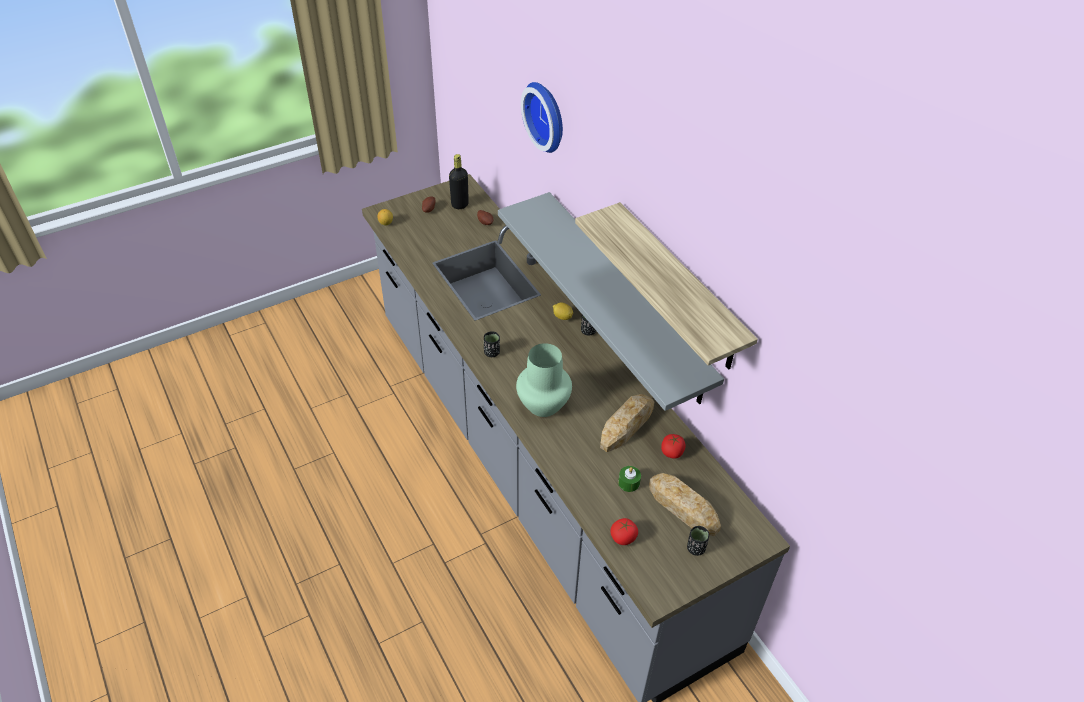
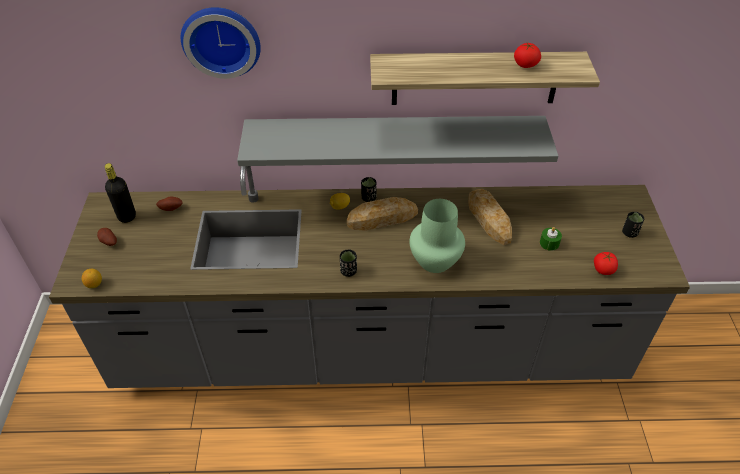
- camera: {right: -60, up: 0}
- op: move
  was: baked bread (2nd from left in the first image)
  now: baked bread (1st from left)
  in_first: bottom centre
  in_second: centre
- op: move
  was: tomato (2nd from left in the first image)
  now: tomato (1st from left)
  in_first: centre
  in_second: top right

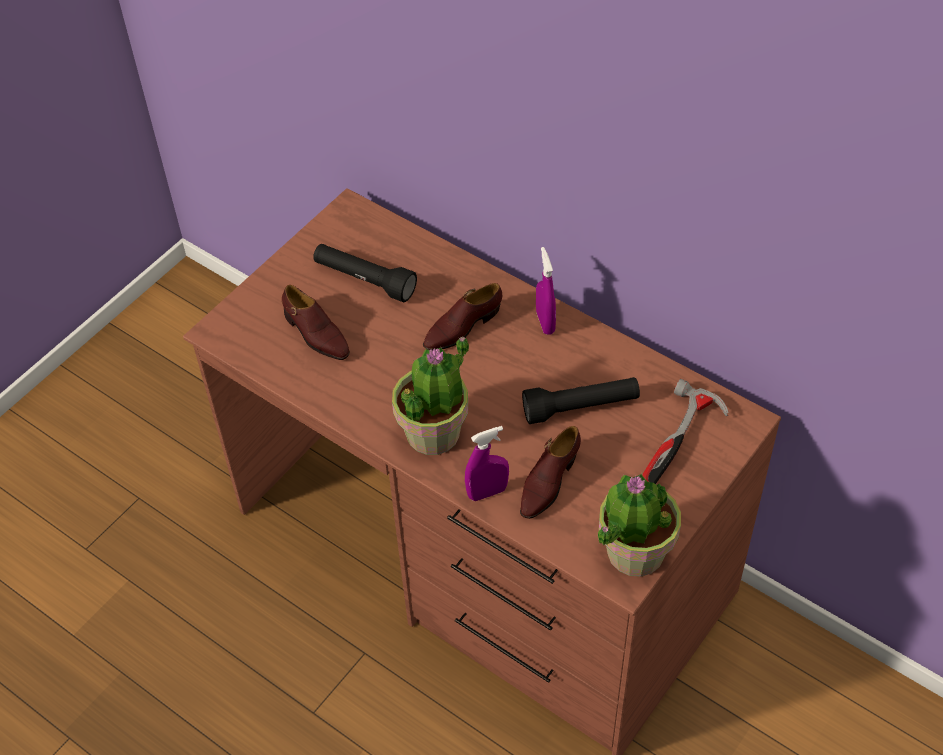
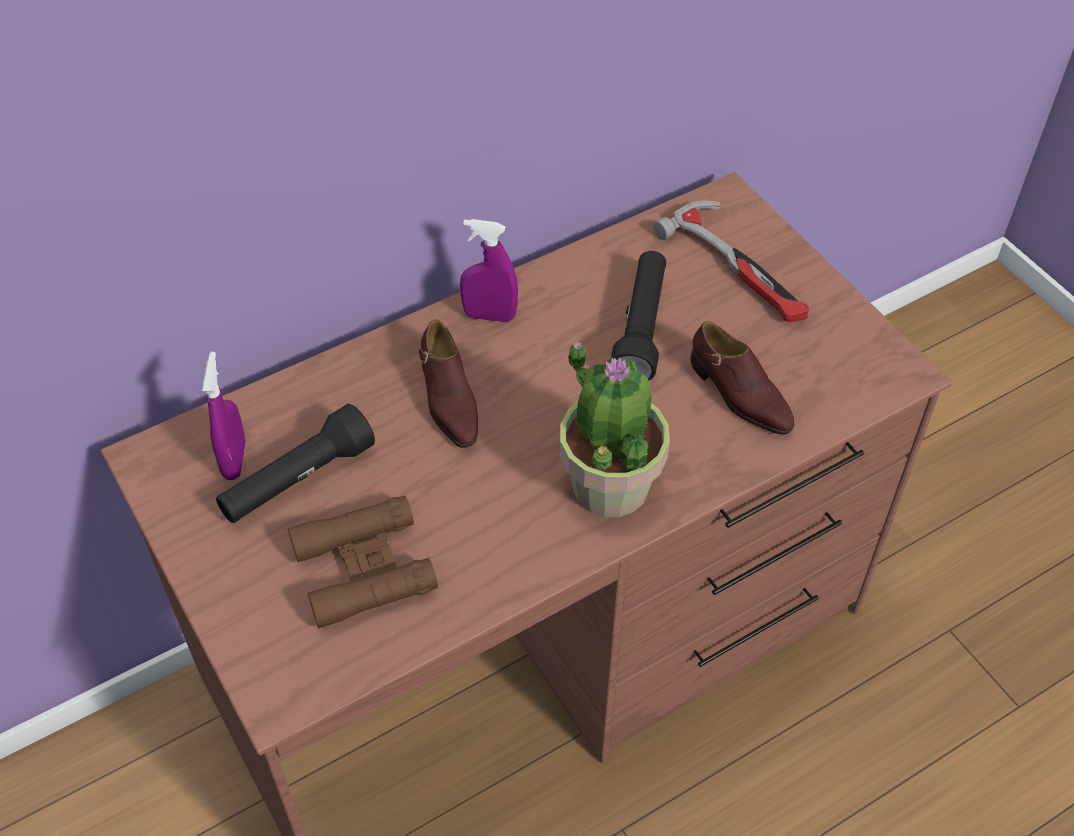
- camera: {right: -70, up: 0}
- op: replace
  was: item of footwear (brownish) (1st from left)
  now: binoculars (brownish)
  in_first: centre
  in_second: bottom centre
- op: move
  was: hand sprayer (purplish) (1st from left)
  in_first: centre
  in_second: middle left
- op: delete
  was: potted plant (2nd from left)
  in_first: bottom right

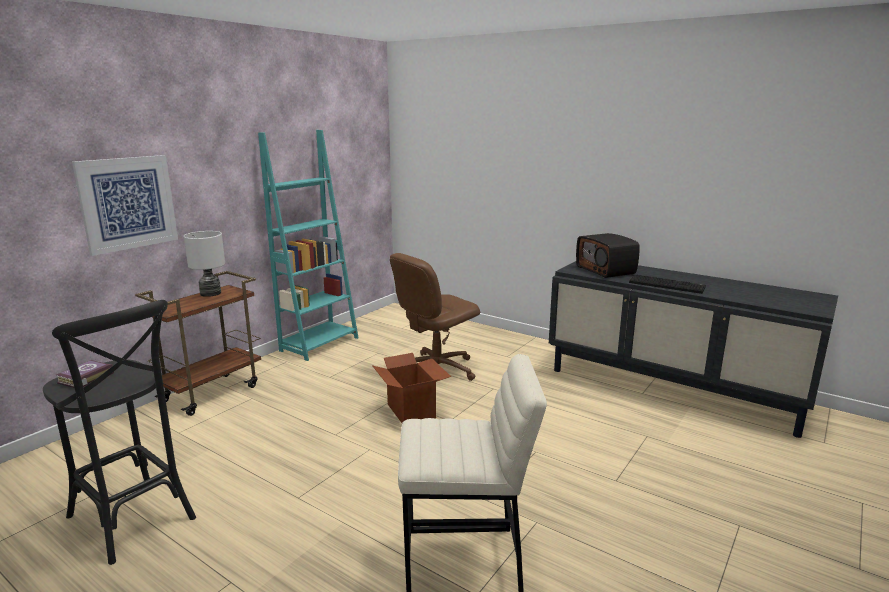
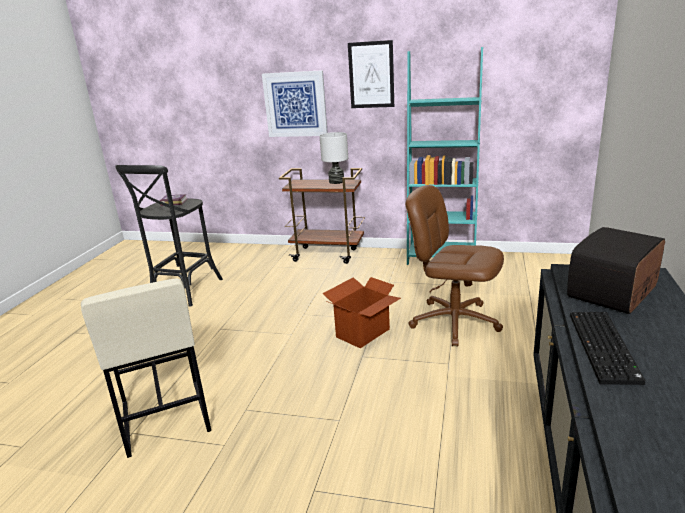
- camera: {right: 70, up: 5}
- op: insert
  now: wall picture (2nd from left)
  in_second: top centre

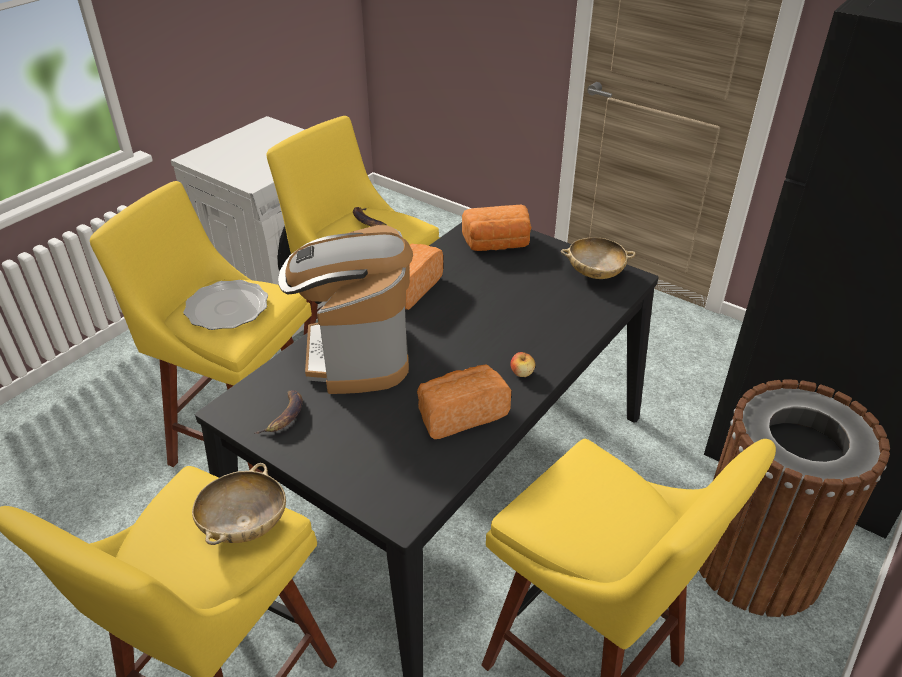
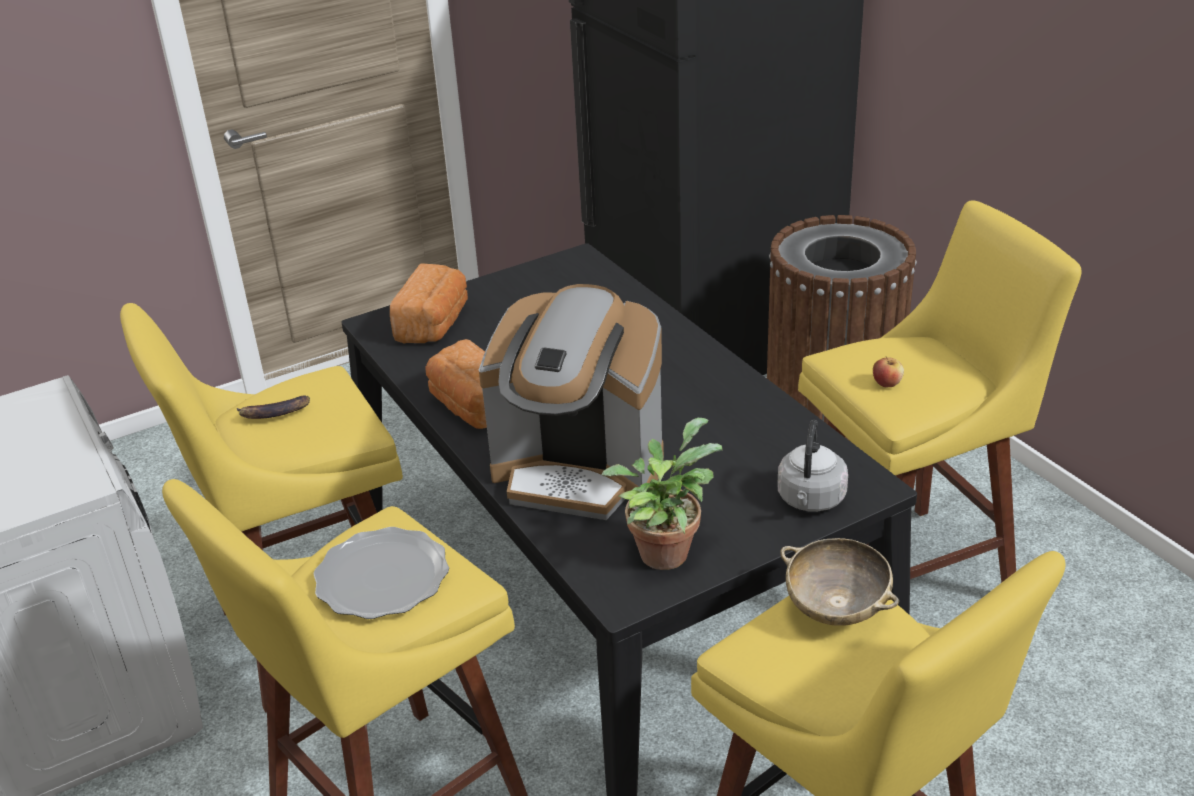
- camera: {right: -65, up: -5}
- op: replace
  was: banana fruit (1st from left)
  now: potted plant
  in_first: middle left
  in_second: centre
- op: delete
  was: baked bread (2nd from left)
  in_first: centre
- op: move
  was: apple fruit
  in_first: centre
  in_second: middle right
- op: delete
  was: bowl (sand-coloured) (2nd from left)
  in_first: centre
- op: insert
  now: water kettle (gray)
  in_second: middle right

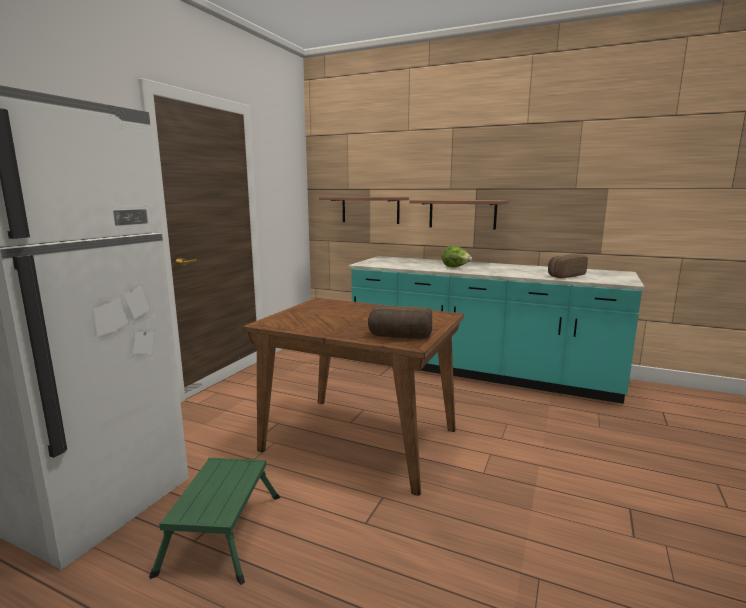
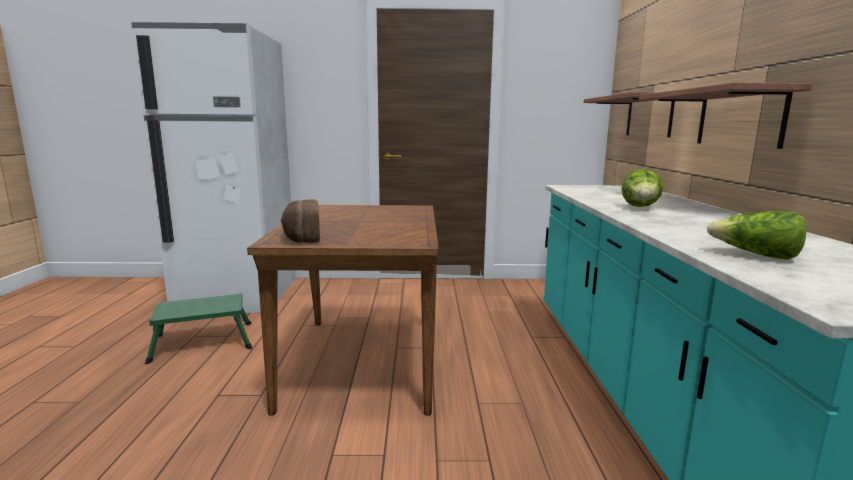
- camera: {right: 65, up: 0}
- op: replace
  was: baked bread (2nd from left)
  now: lettuce (2nd from left)
  in_first: middle right
  in_second: middle right

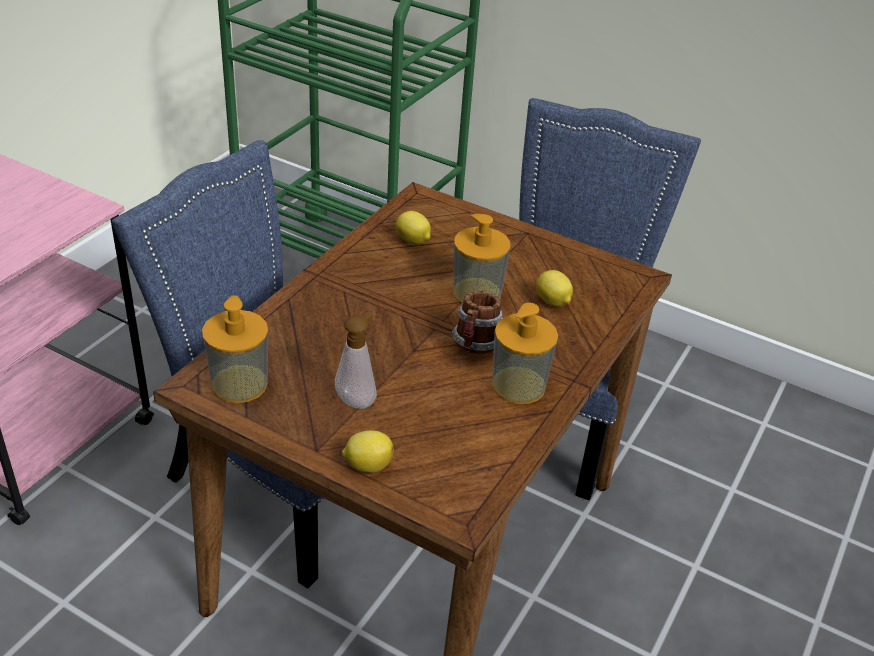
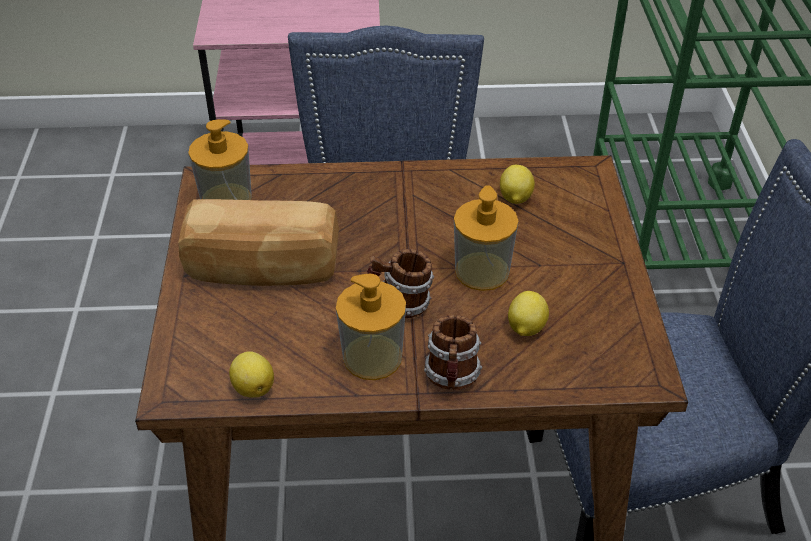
- camera: {right: 60, up: 5}
- op: replace
  was: soap dispenser (2nd from left)
  now: baked bread
  in_first: centre
  in_second: middle left
- op: move
  was: citrus fruit (1st from left)
  in_first: bottom centre
  in_second: bottom left
- op: insert
  now: tea mug (2nd from left)
  in_second: centre

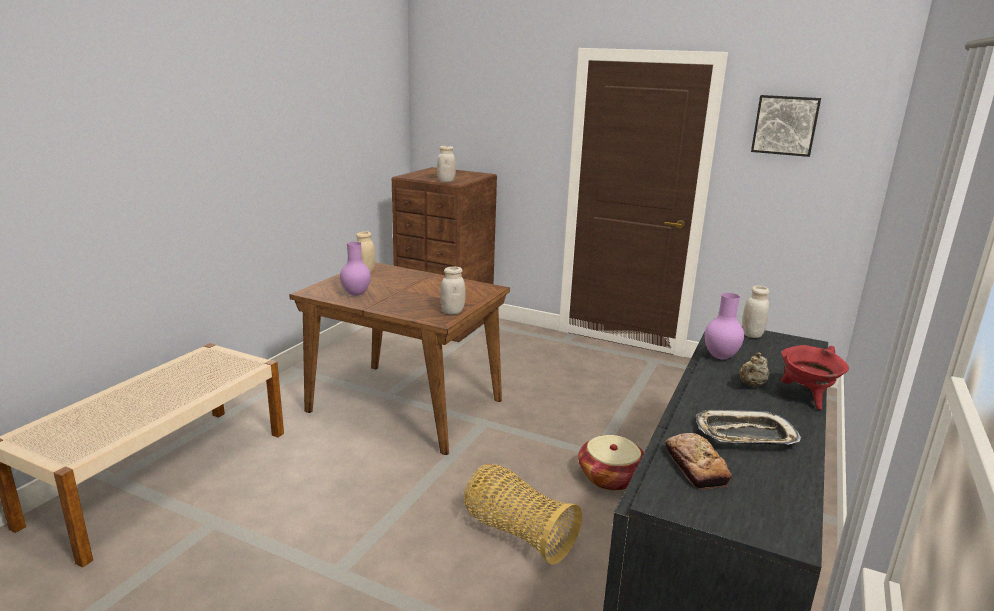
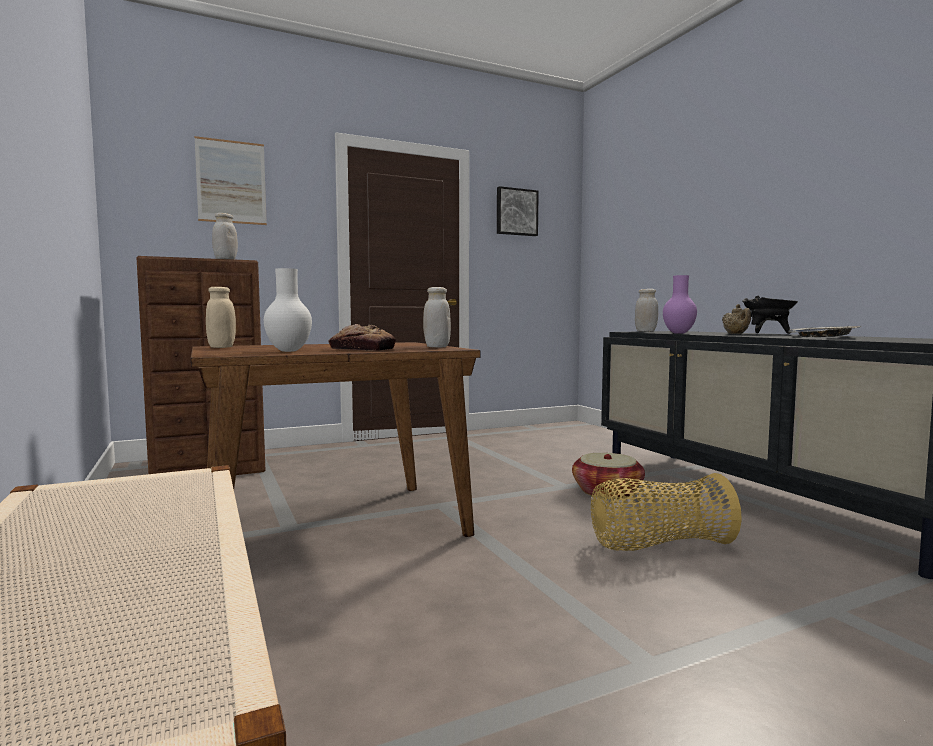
- camera: {right: -50, up: -15}
- op: recolor
  was: vase (purplish) (1st from left)
  now: vase (whitish)
  in_first: centre
  in_second: middle left
- op: move
  was: baked bread
  in_first: bottom right
  in_second: centre
- op: recolor
  was: saucepot (red-coloured)
  now: saucepot (black)
  in_first: middle right
  in_second: middle right
- op: insert
  now: wall picture (1st from left)
  in_second: top left

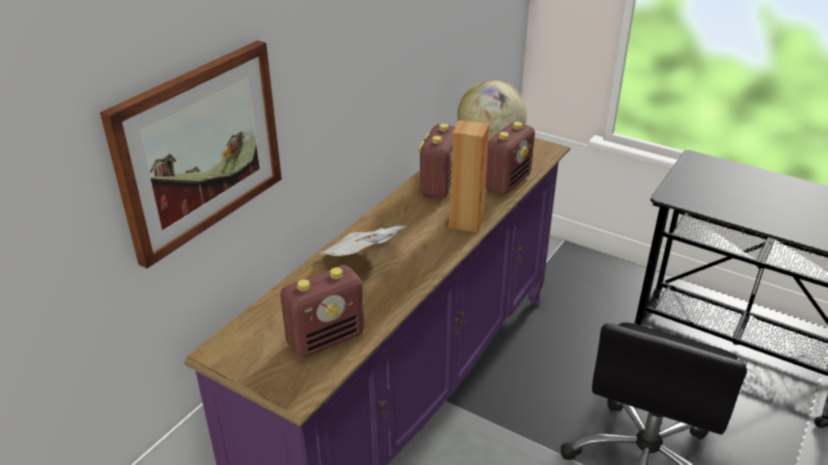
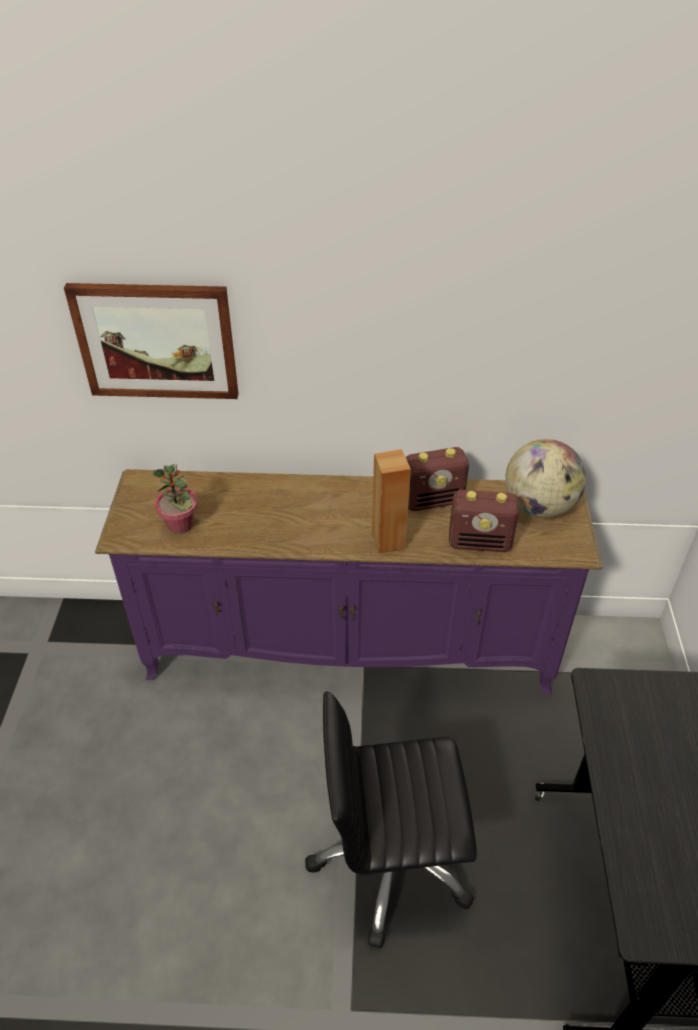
- camera: {right: 60, up: 10}
- op: replace
  was: radio set (1st from left)
  now: potted plant
  in_first: bottom centre
  in_second: middle left
- op: delete
  was: daily paper
  in_first: centre

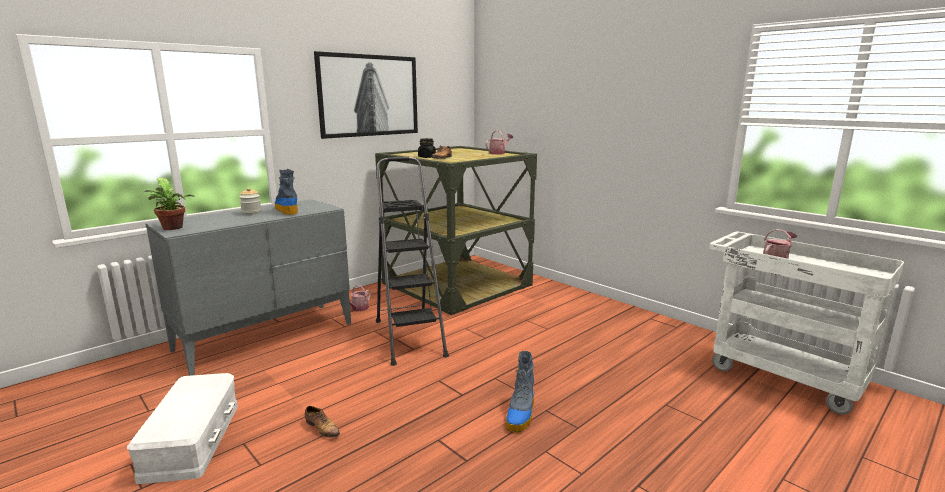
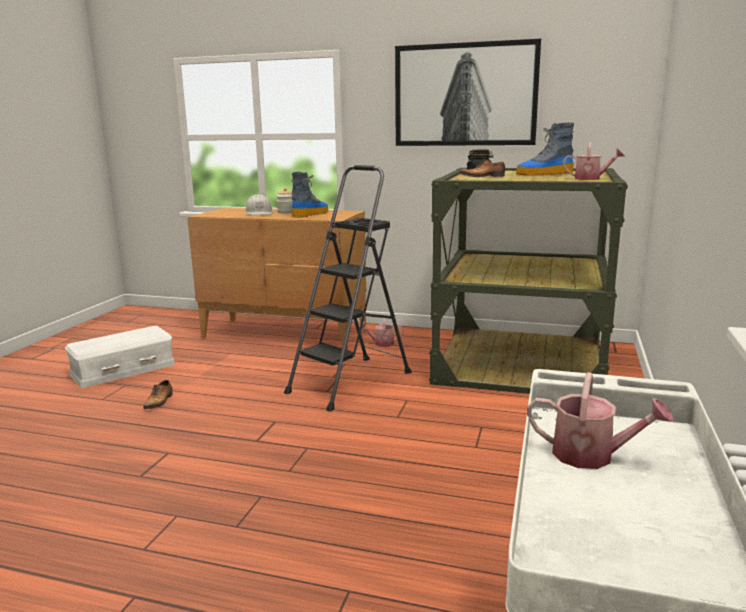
- camera: {right: 60, up: 0}
- op: delete
  was: potted plant
  in_first: middle left
- op: recolor
  was: cupboard (gray)
  now: cupboard (brownish)
  in_first: middle left
  in_second: centre
- op: move
  was: high-top boot (2nd from left)
  in_first: bottom centre
  in_second: top right
- op: insert
  now: work helmet (whitish)
  in_second: centre

